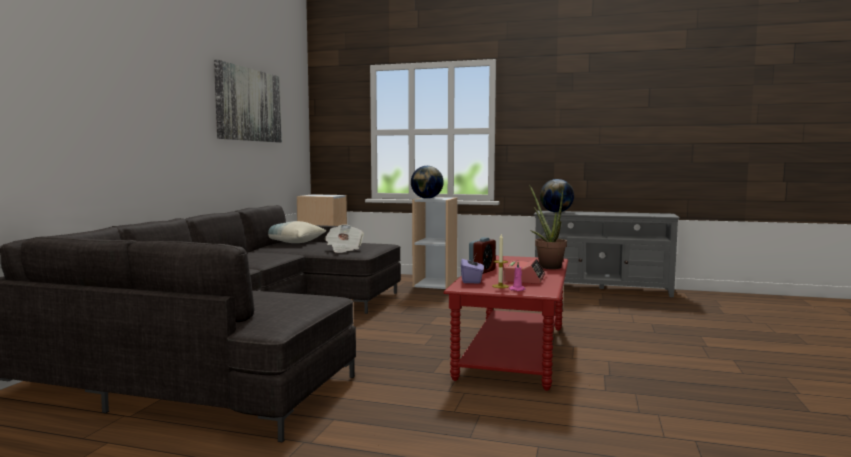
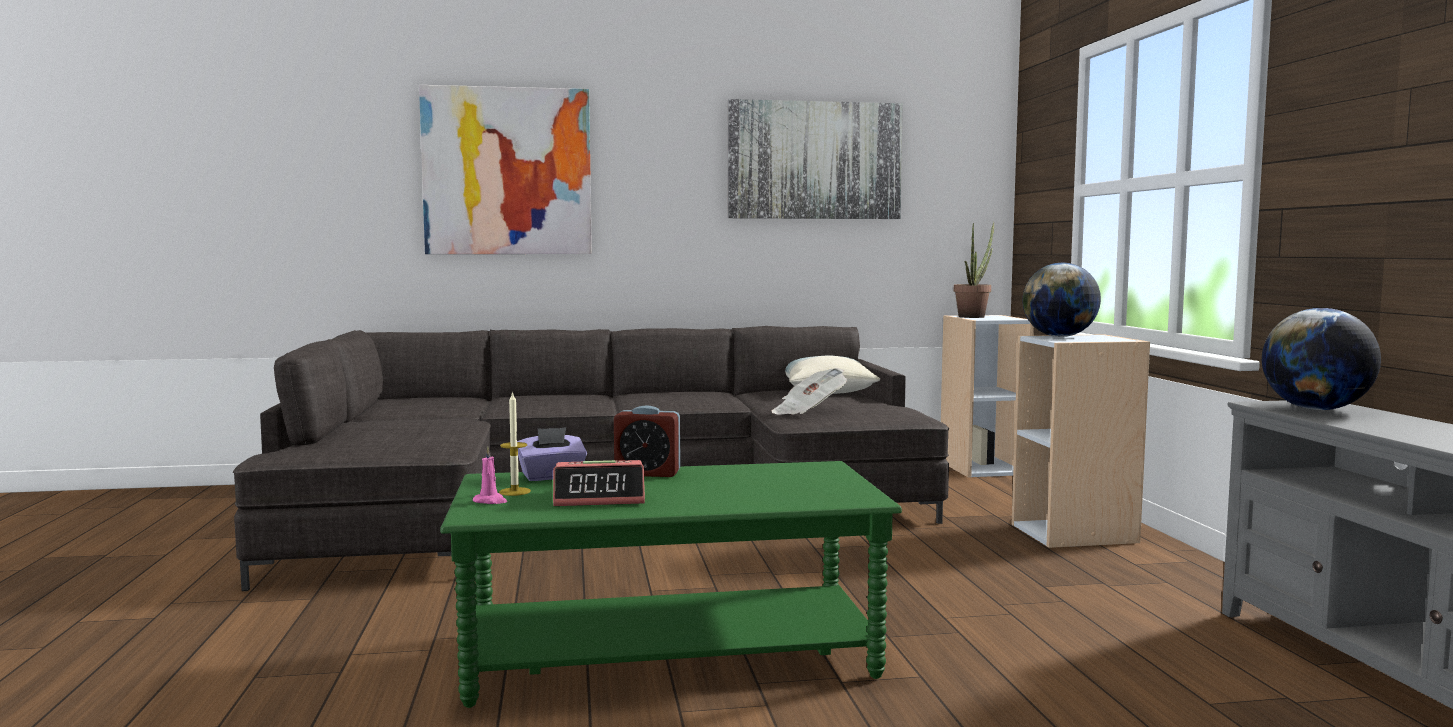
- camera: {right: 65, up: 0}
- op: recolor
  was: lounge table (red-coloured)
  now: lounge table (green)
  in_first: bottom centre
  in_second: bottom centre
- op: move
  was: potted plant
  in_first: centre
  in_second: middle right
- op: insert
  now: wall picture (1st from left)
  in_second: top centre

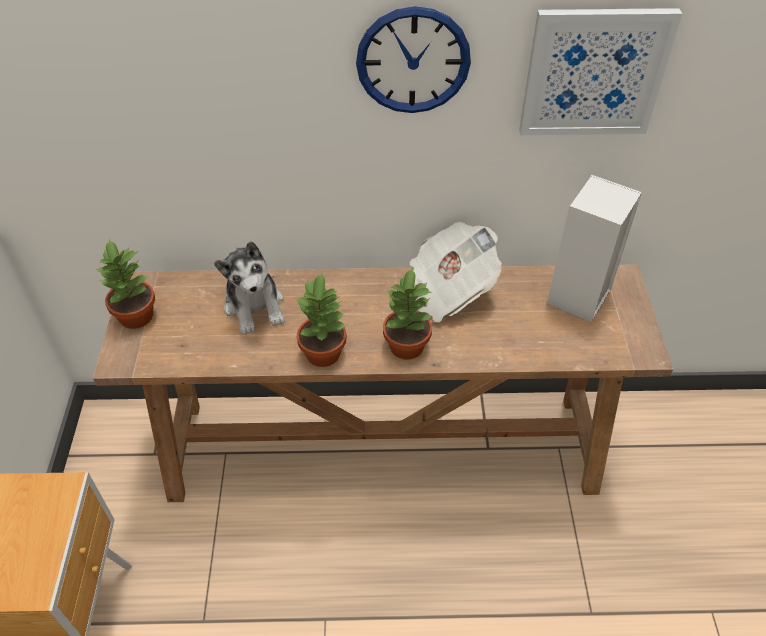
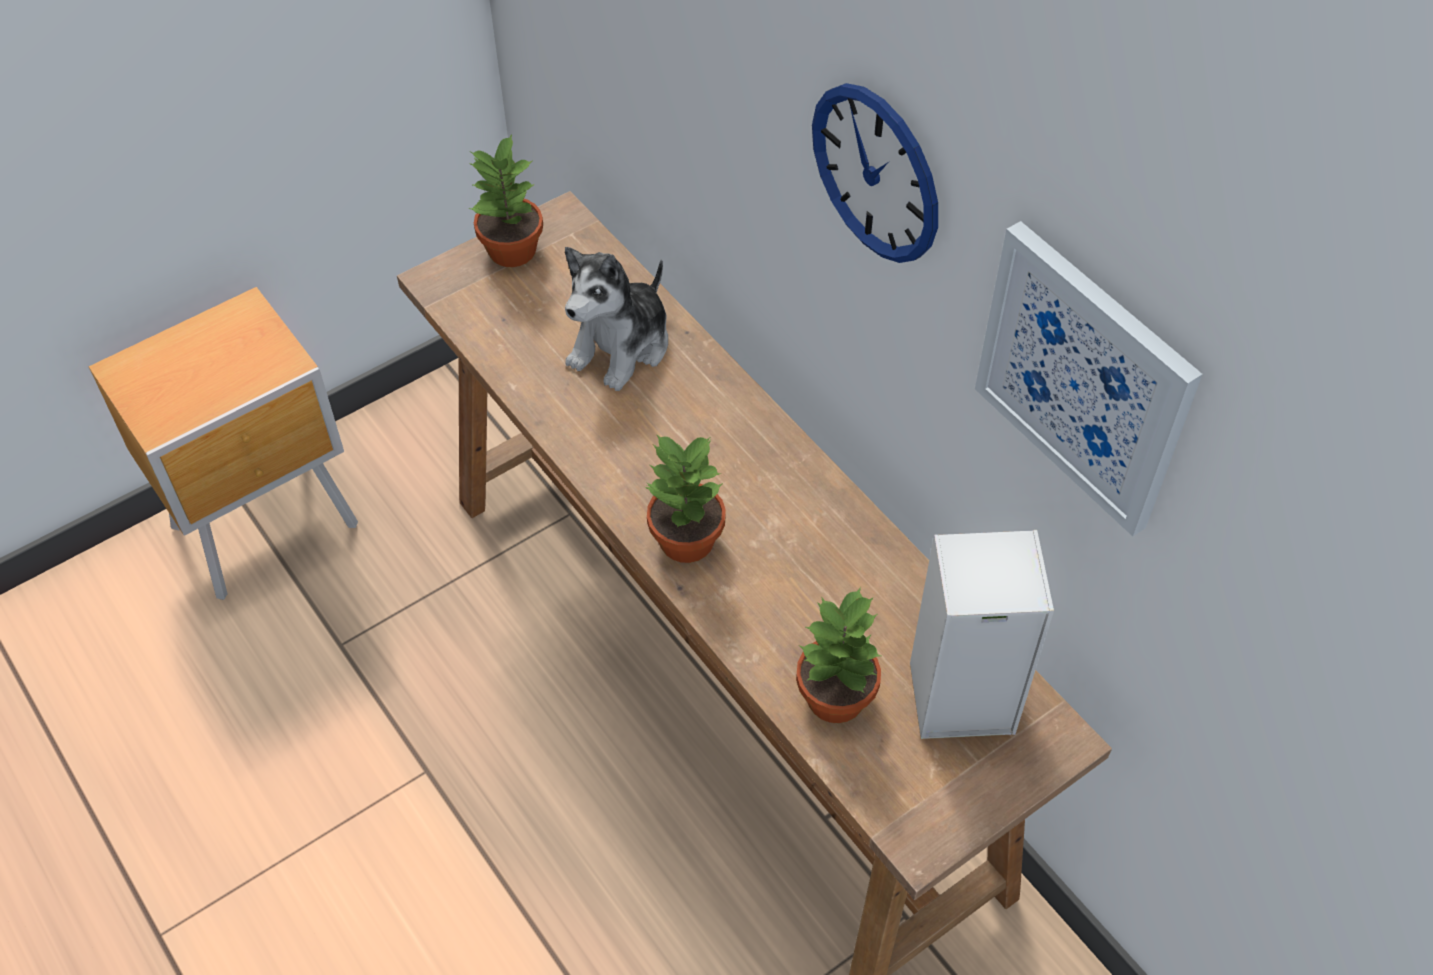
- camera: {right: 55, up: 5}
- op: move
  was: potted plant (2nd from left in the first image)
  now: potted plant (3rd from left)
  in_first: centre
  in_second: bottom centre
- op: delete
  was: daily paper
  in_first: centre

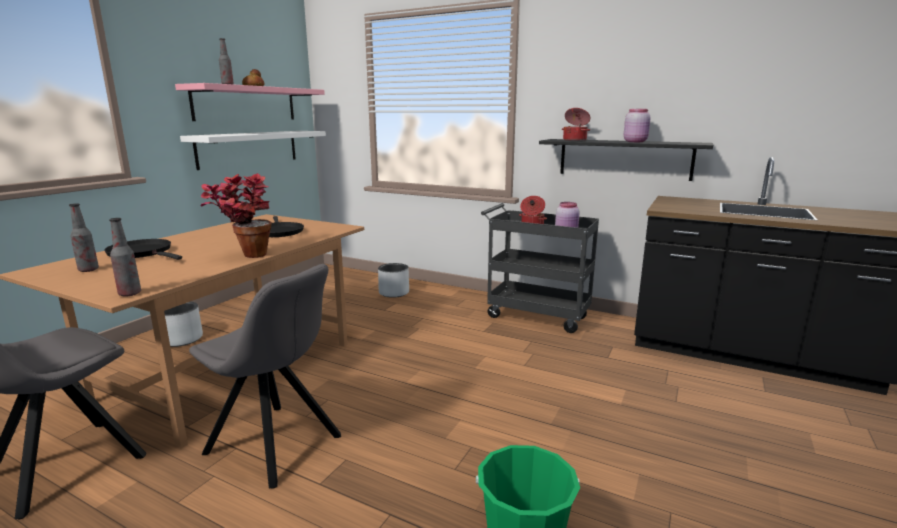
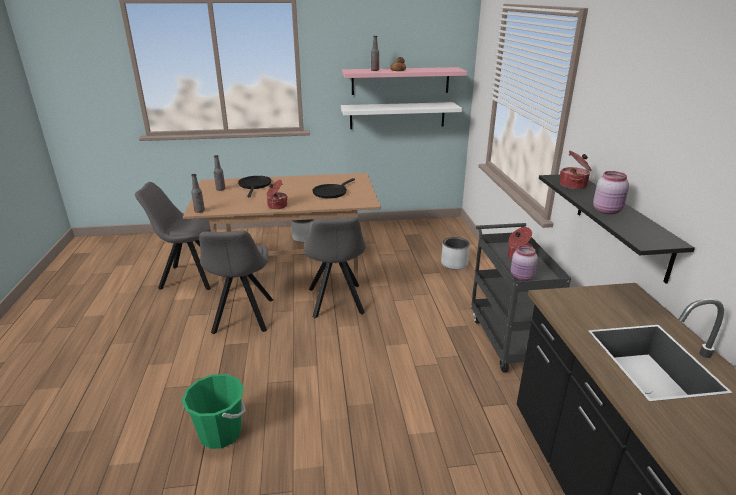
- camera: {right: 55, up: 10}
- op: replace
  was: potted plant
  now: saucepot (1st from left)
  in_first: middle left
  in_second: centre
- op: insert
  now: plain chair (gray) (3rd from left)
  in_second: centre

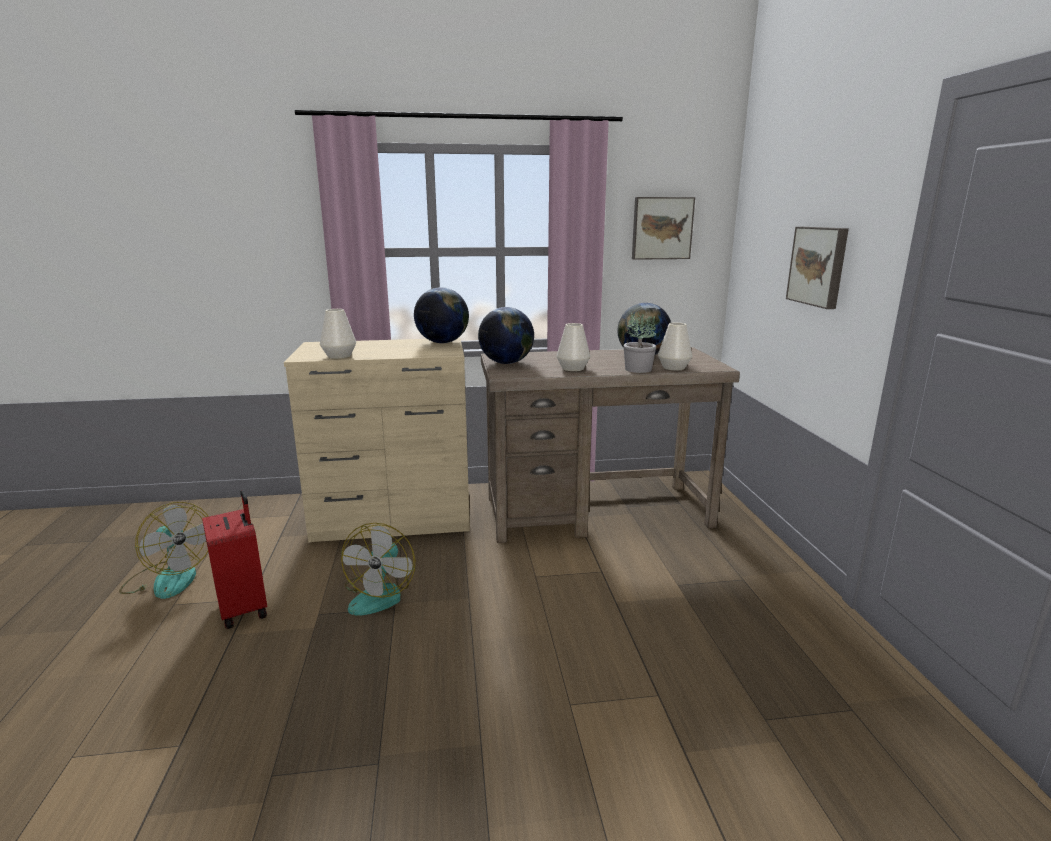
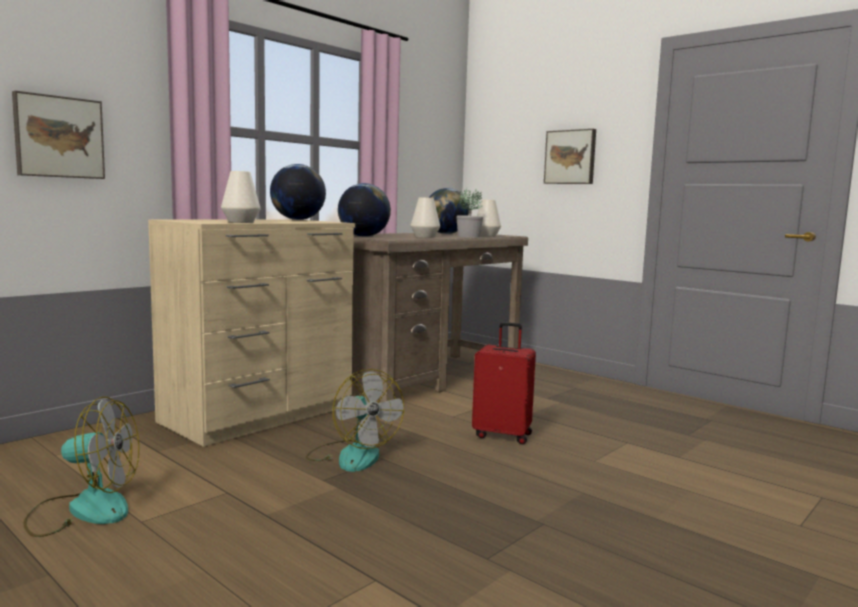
- camera: {right: -40, up: -10}
- op: move
  was: travel case (red-coloured)
  in_first: middle left
  in_second: centre
- op: move
  was: wall picture (1st from left)
  in_first: top centre
  in_second: top left

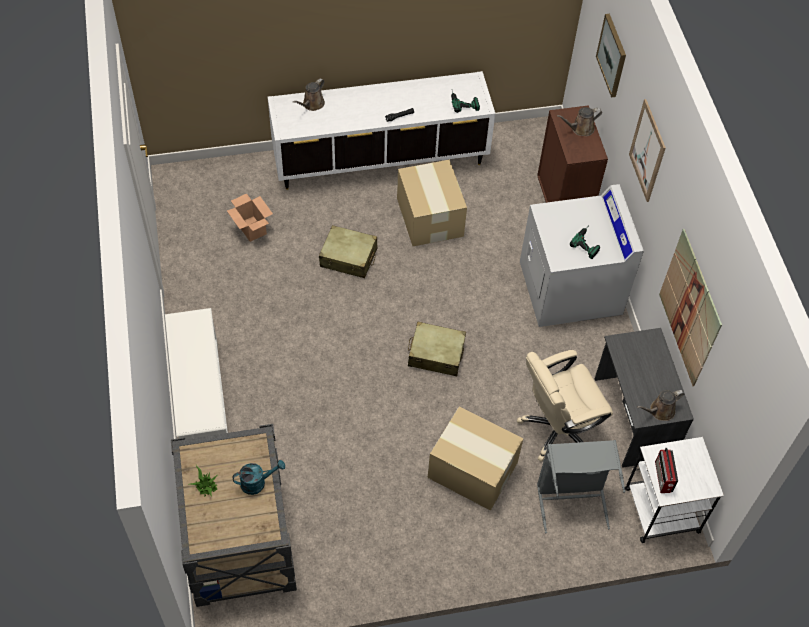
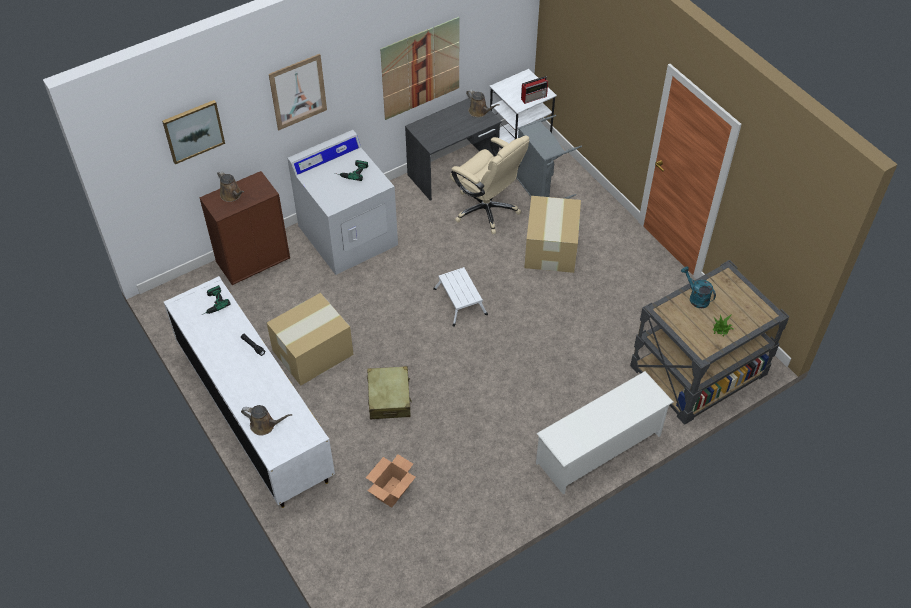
- camera: {right: -110, up: -5}
- op: replace
  was: travel case (sand-coloured) (2nd from left)
  now: step ladder (whitish)
  in_first: centre
  in_second: centre

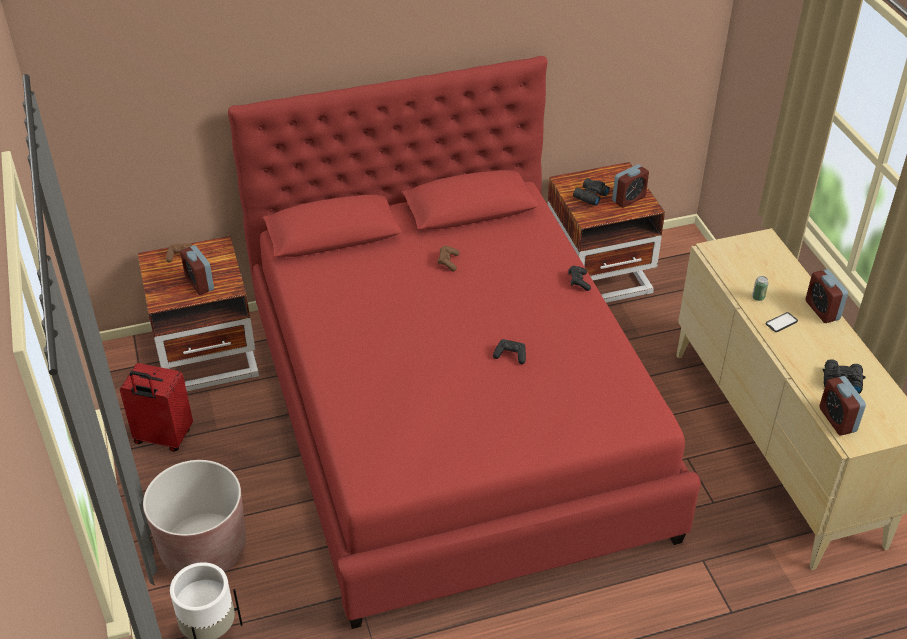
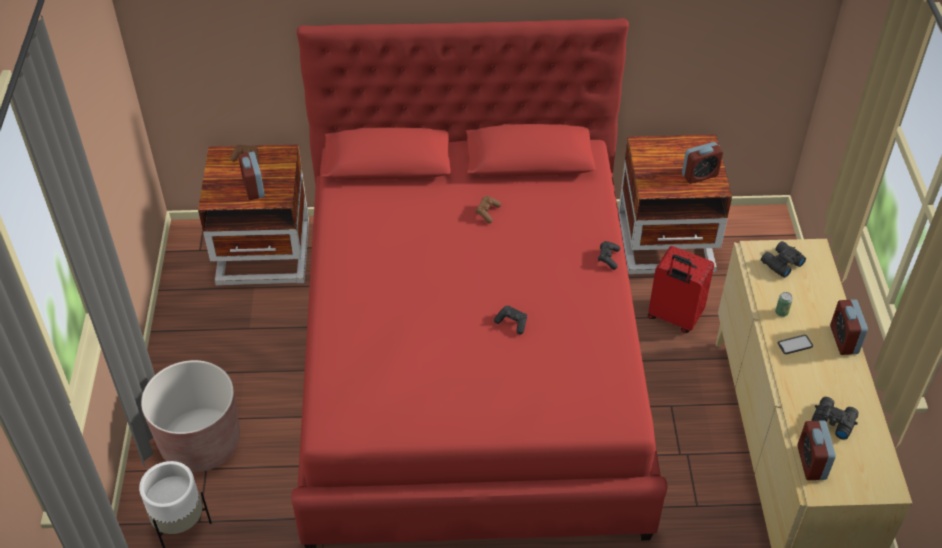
- camera: {right: 15, up: 5}
- op: move
  was: travel case (red-coloured)
  in_first: middle left
  in_second: middle right
- op: move
  was: binoculars (black) (1st from left)
  in_first: top centre
  in_second: middle right

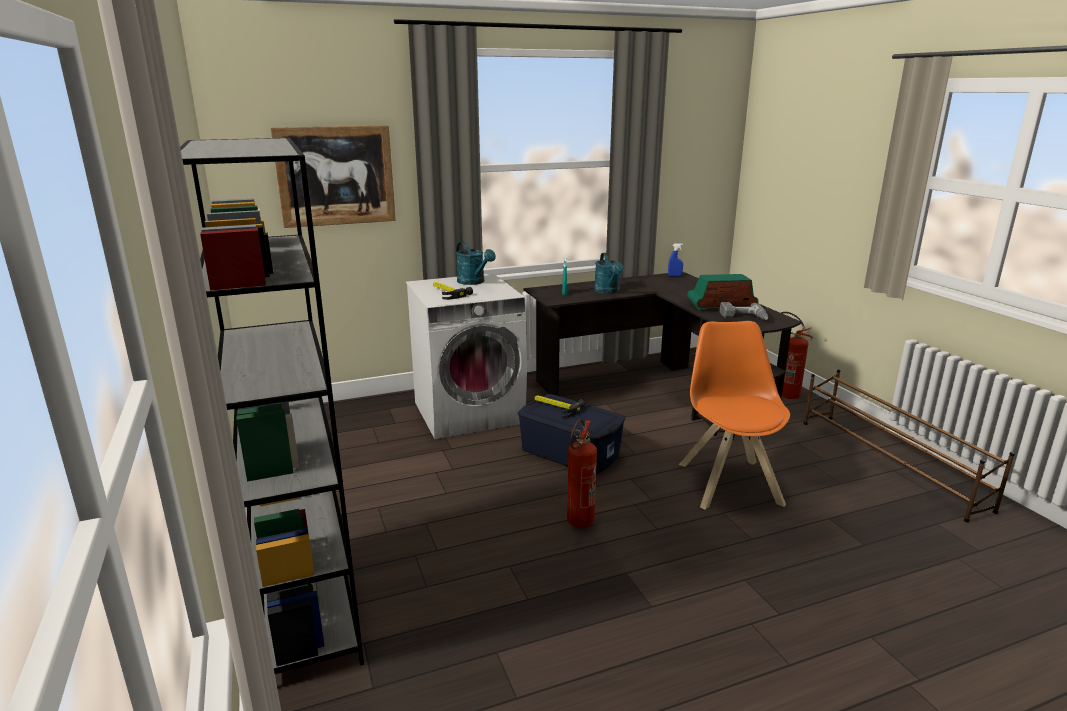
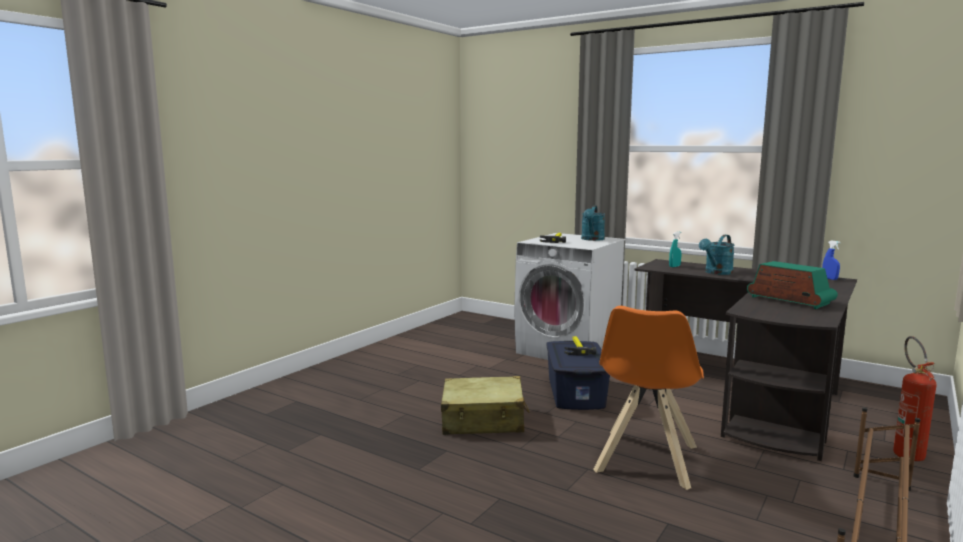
- camera: {right: 55, up: -10}
- op: delete
  was: bookcase (gray)
  in_first: middle left
- op: delete
  was: wall picture
  in_first: top left
- op: replace
  was: fire extinguisher (1st from left)
  now: travel case (sand-coloured)
  in_first: centre
  in_second: bottom centre
- op: rotate
  was: plain chair (orangey)
  in_first: middle right
  in_second: bottom right
  clockwise: 150
- op: delete
  was: power drill
  in_first: middle right

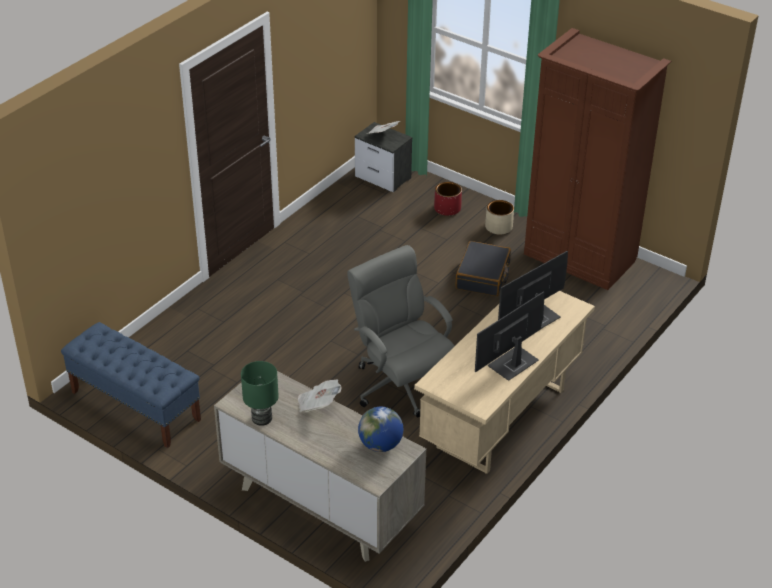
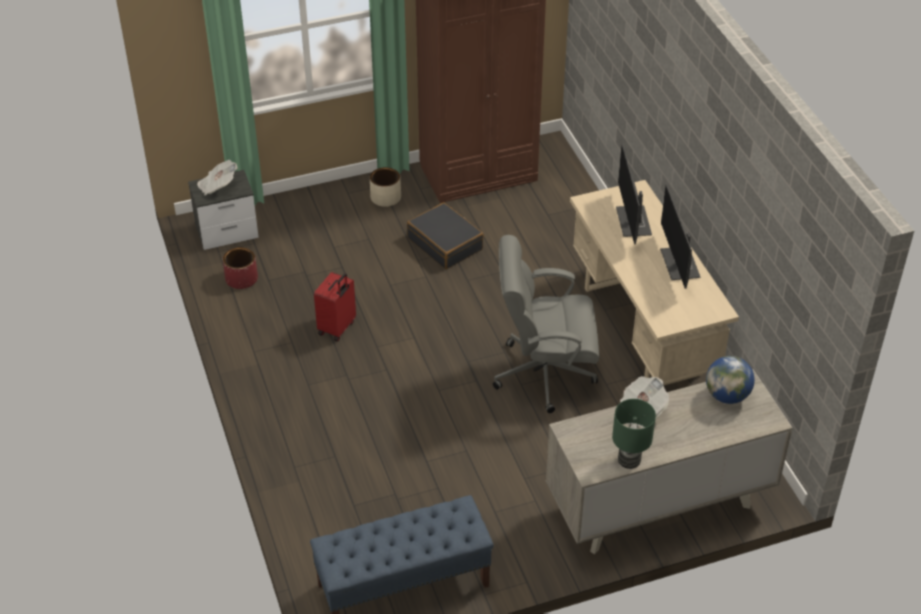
- camera: {right: -55, up: 5}
- op: move
  was: flower pot (red-coloured)
  in_first: centre
  in_second: middle left
- op: insert
  now: travel case (red-coloured)
  in_second: centre

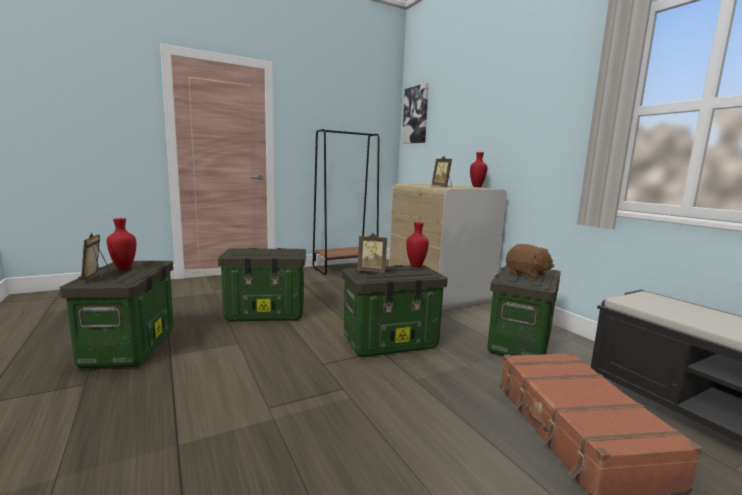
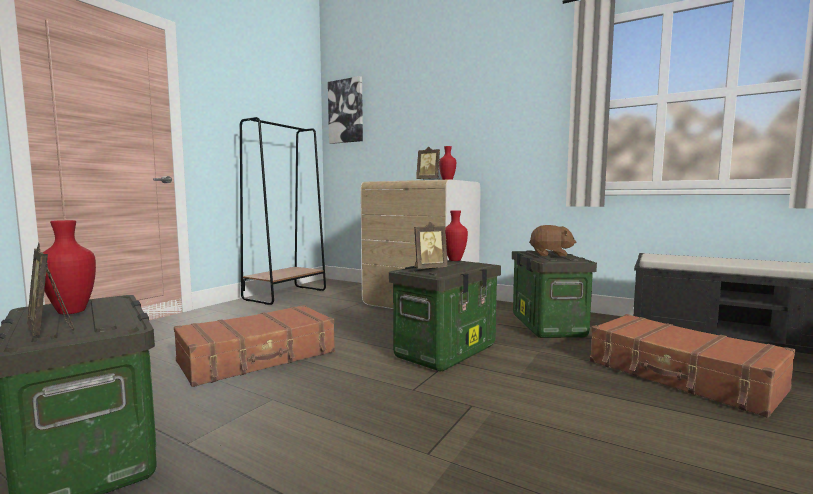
- camera: {right: -30, up: -5}
- op: replace
  was: storage box (2nd from left)
  now: travel case (brownish) (1st from left)
  in_first: centre
  in_second: bottom left

